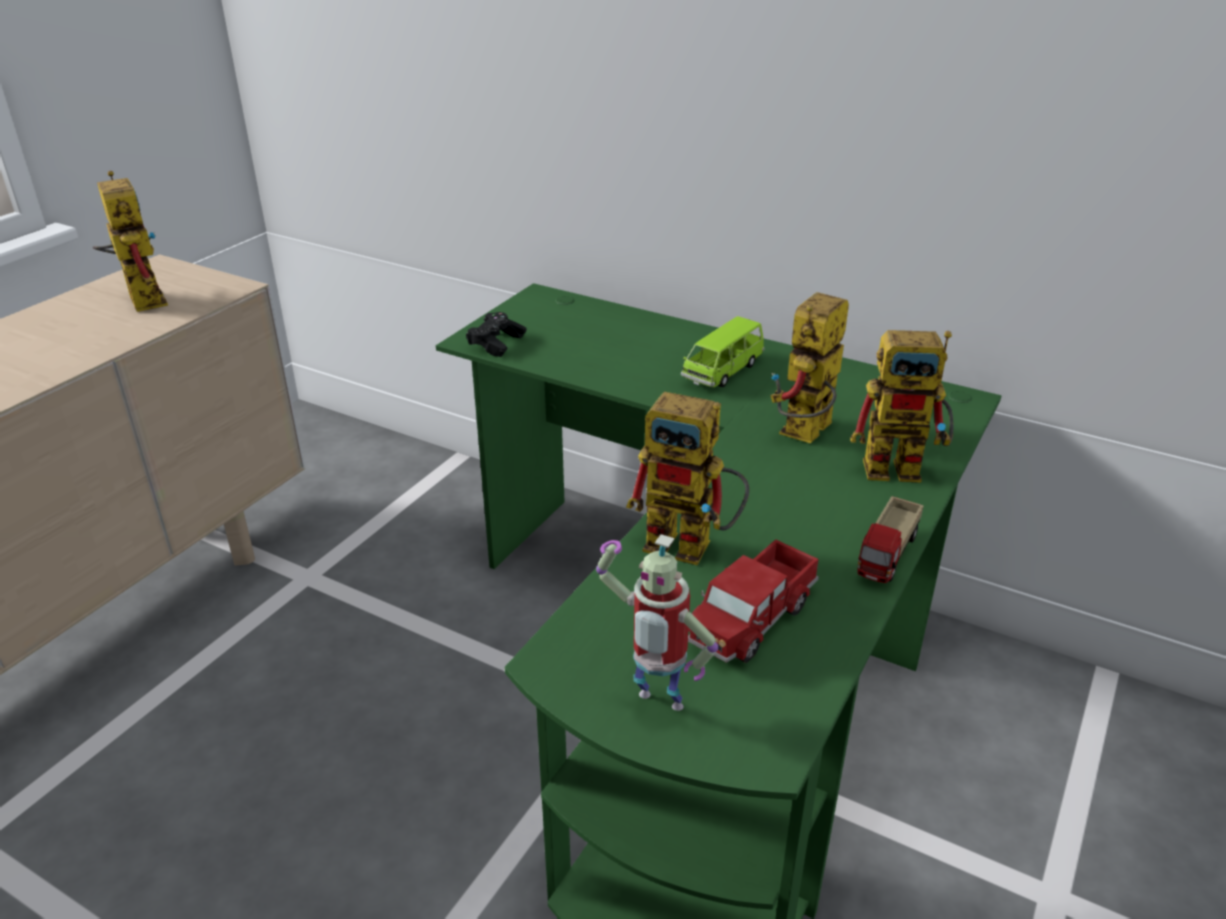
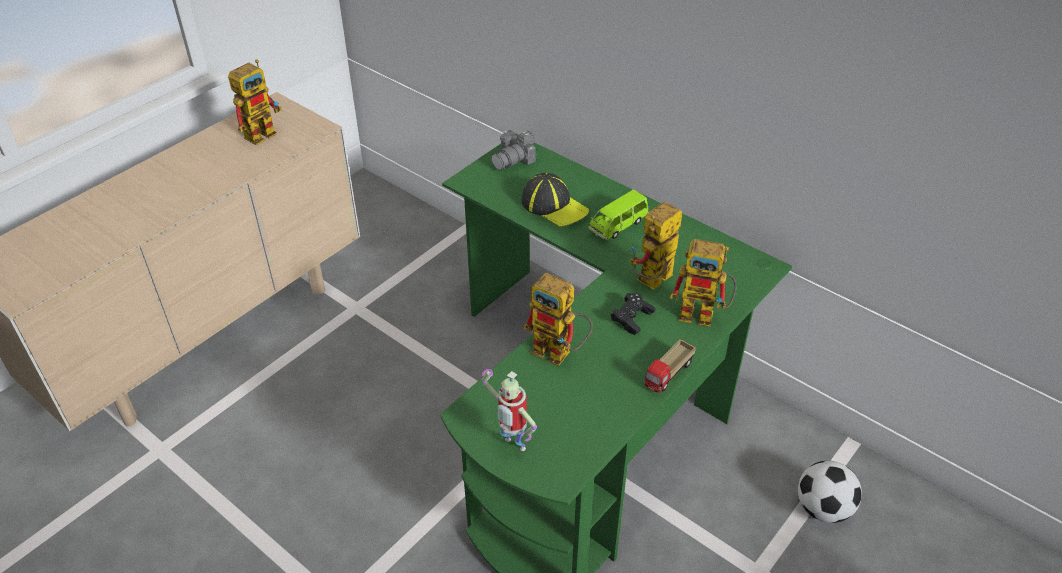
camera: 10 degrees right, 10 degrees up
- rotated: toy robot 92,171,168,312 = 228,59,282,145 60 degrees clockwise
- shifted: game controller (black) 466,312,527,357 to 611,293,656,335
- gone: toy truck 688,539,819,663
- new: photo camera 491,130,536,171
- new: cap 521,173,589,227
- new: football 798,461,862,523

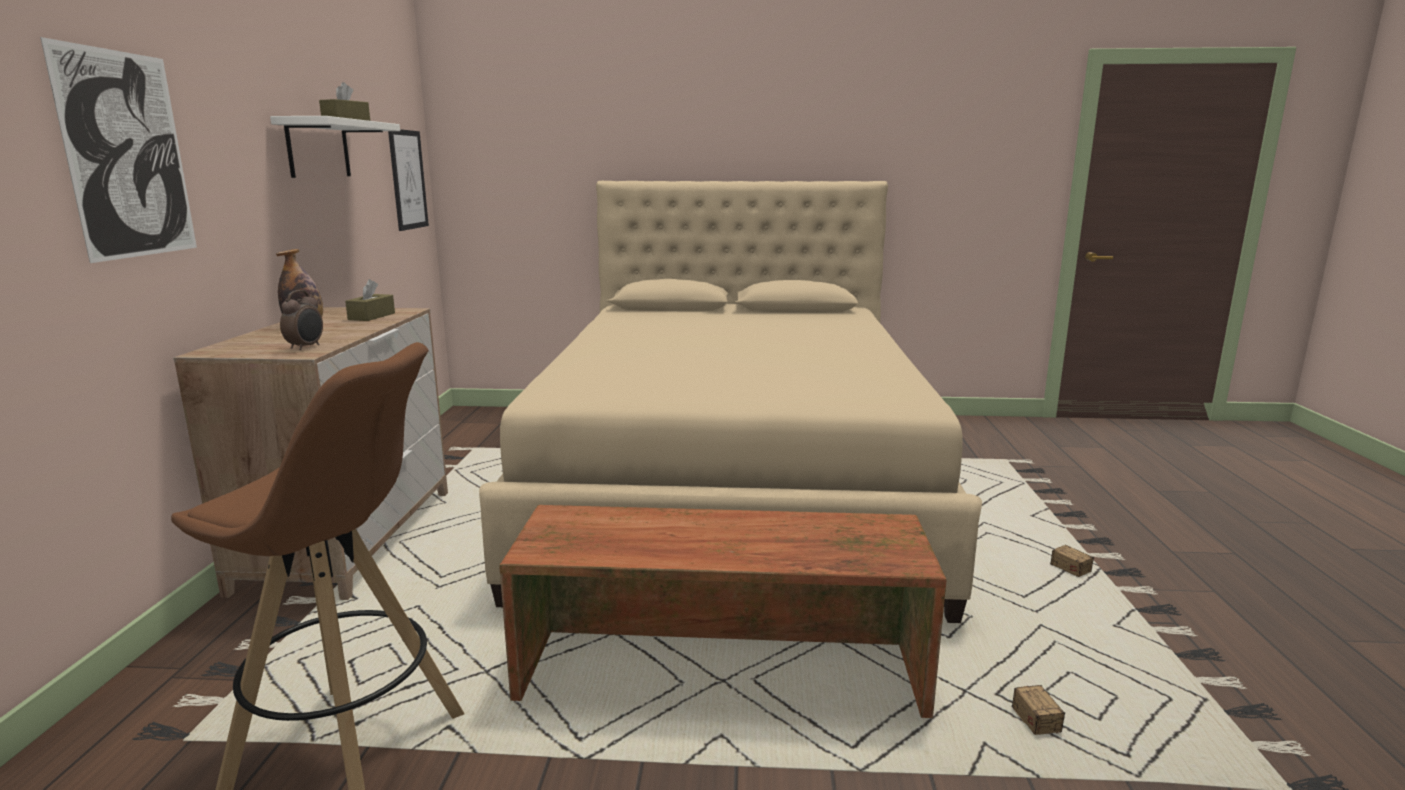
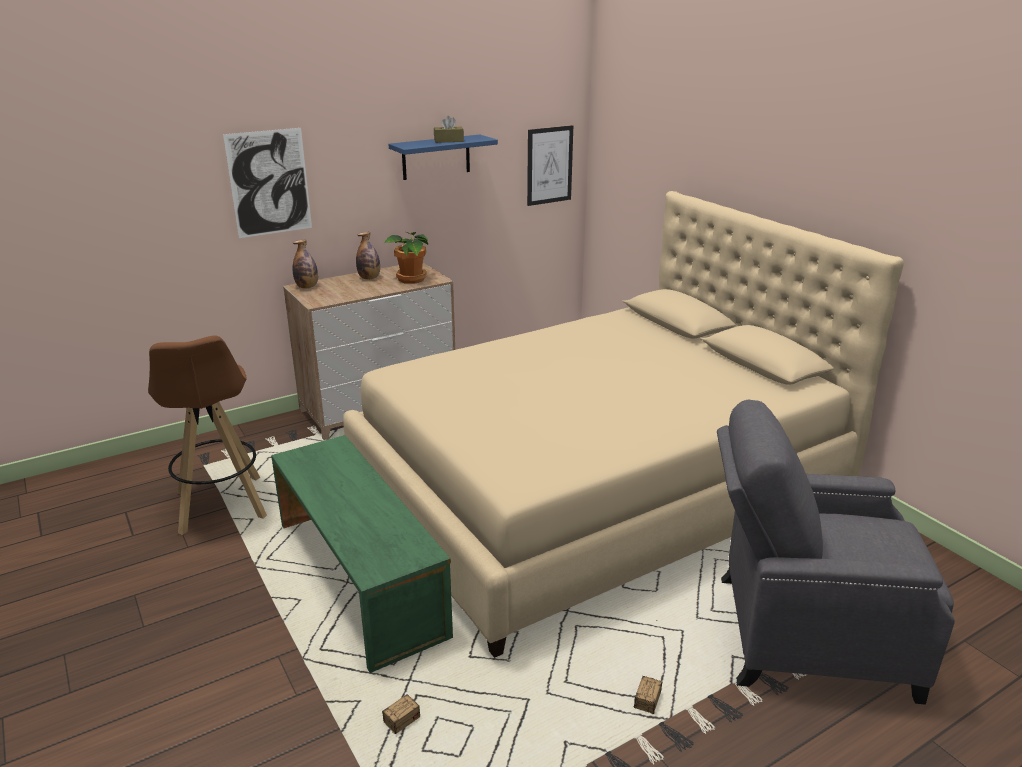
camera: 55 degrees right, 10 degrees up
- repainted: shelf (white) 270,116,400,178 to shelf (blue) 388,134,498,180
- gone: alarm clock 280,290,323,350
- swapped: tissue box (brown) 345,279,395,321 to potted plant 384,232,428,284
- repainted: bench (brown) 499,505,947,718 to bench (green) 271,435,453,673
- new: bottle 292,240,318,289
- new: armchair (grey) 717,400,955,705

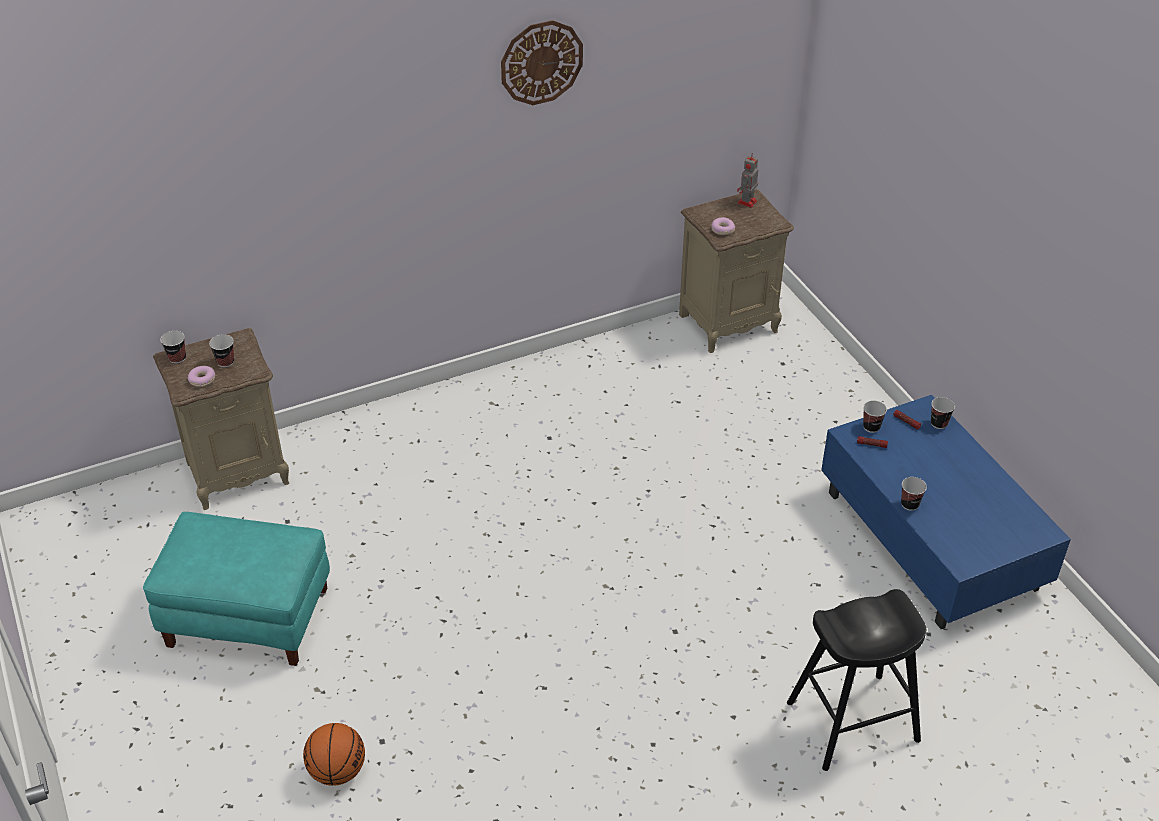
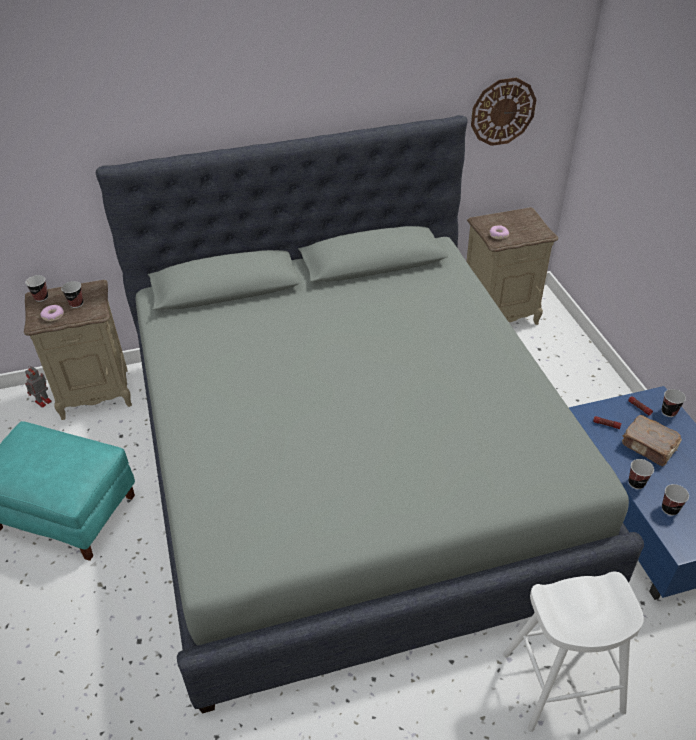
camera: 10 degrees right, 0 degrees up
- gone: basketball 303,723,365,786
- shifted: wall clock 501,20,583,105 to 471,78,537,146
- shifted: toy robot 737,153,758,208 to 25,367,52,408
- repainted: stool (black) 787,589,926,771 to stool (white) 503,572,644,732
- shifted: cup 863,401,887,433 to 662,484,689,516
- new: bed (grey) 96,115,644,713
- new: book (brown) 622,415,682,467

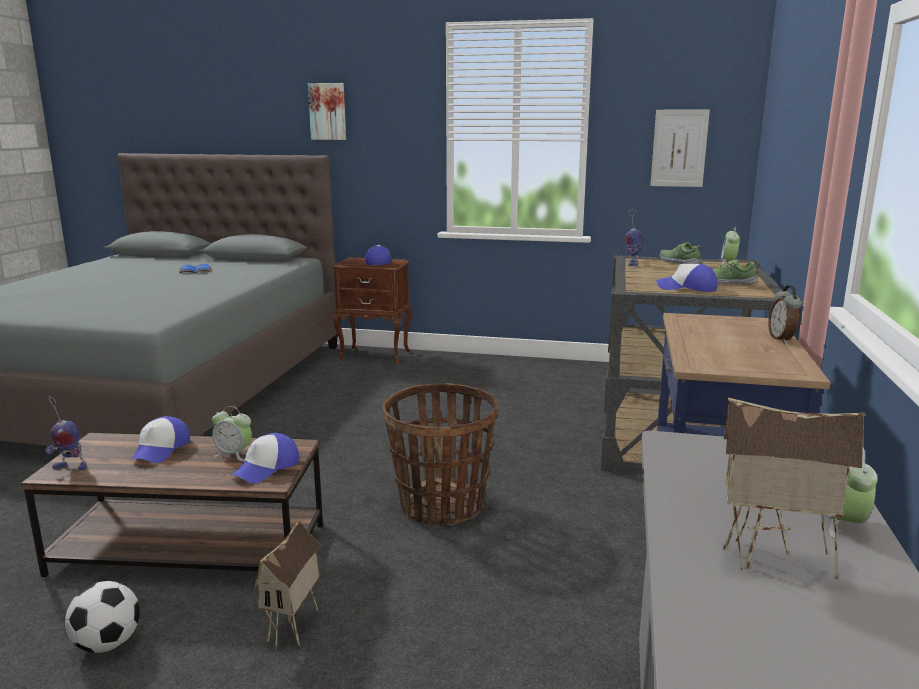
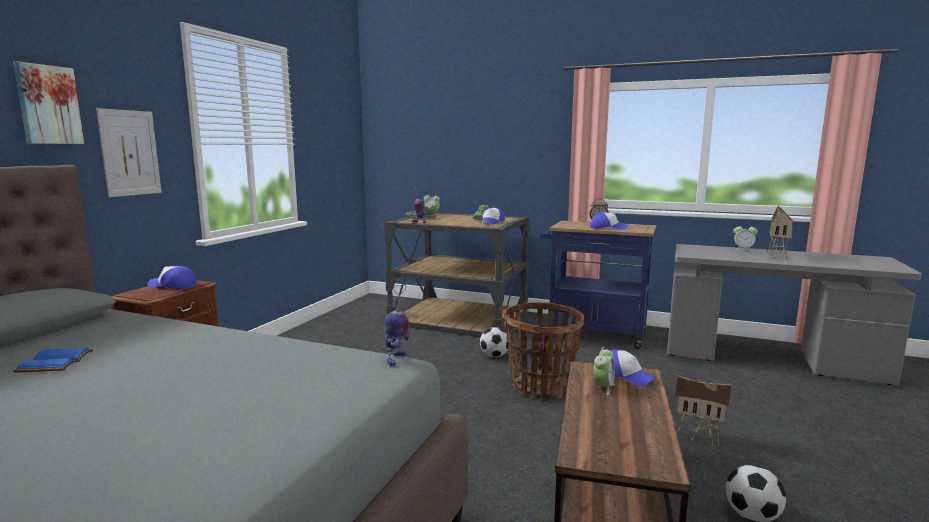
camera: 80 degrees left, 5 degrees down
- shifted: toy robot 45,396,87,471 to 384,284,410,366
- shifted: cap 130,416,190,463 to 591,212,628,230
- shifted: picture 650,110,710,187 to 96,108,162,197
- new: football 480,327,509,357

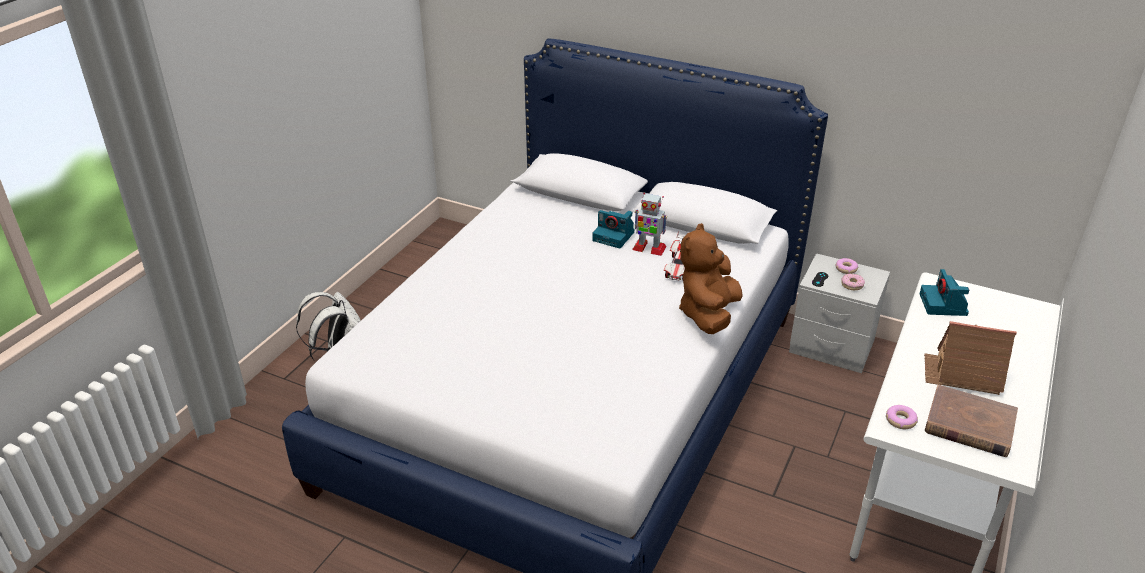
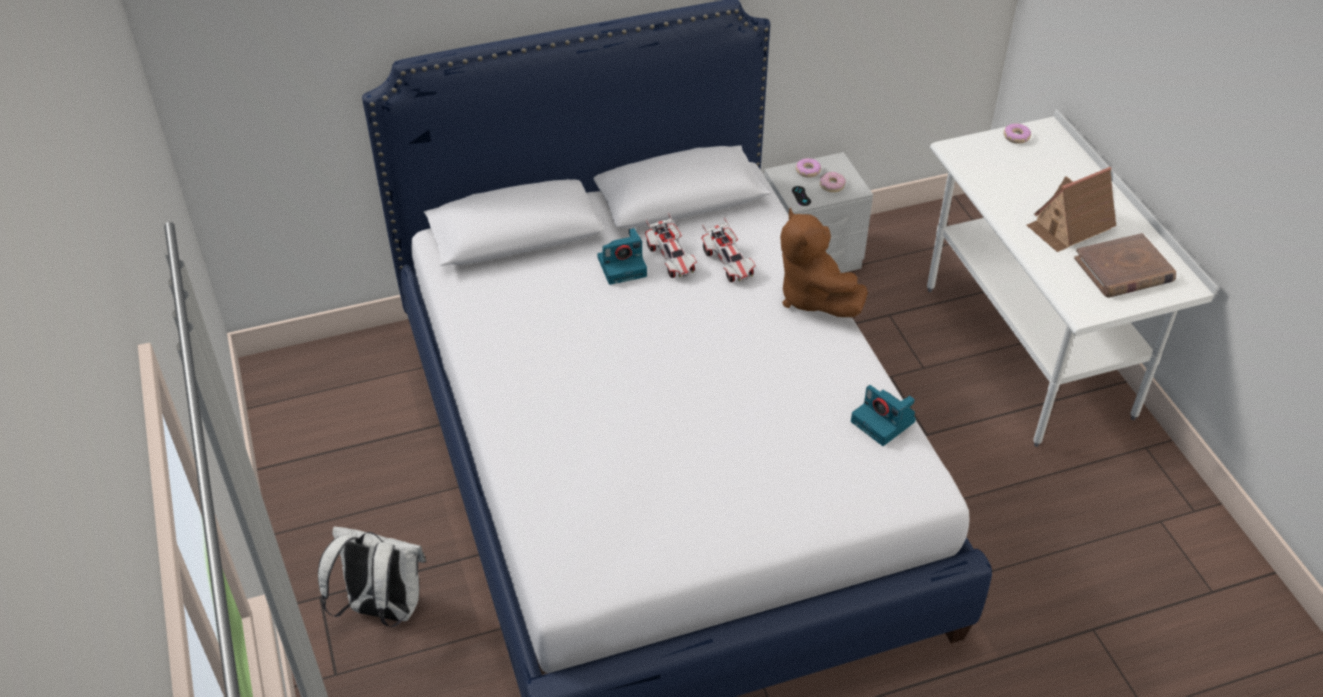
camera: 45 degrees left, 10 degrees up
- swapped: toy robot 632,193,667,256 to toy car 645,213,697,278
- shifted: donut 886,405,918,429 to 1004,123,1031,144
- shifted: photo camera 920,269,969,316 to 851,385,916,446

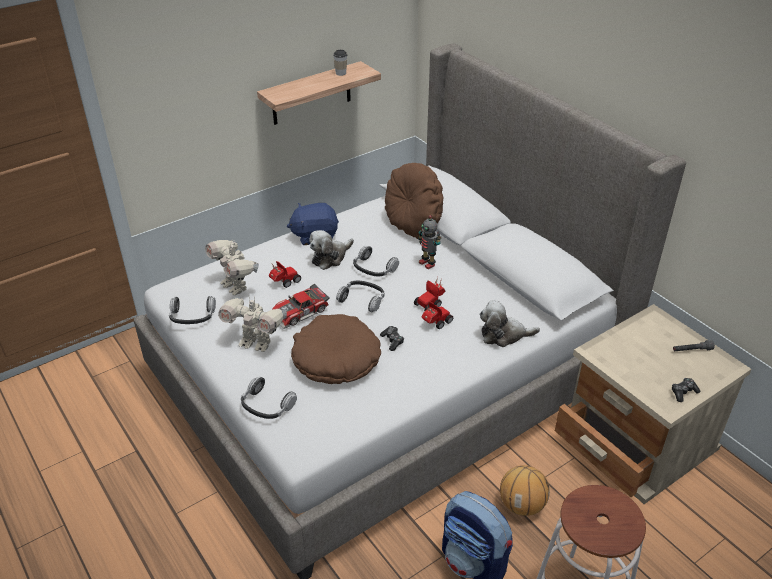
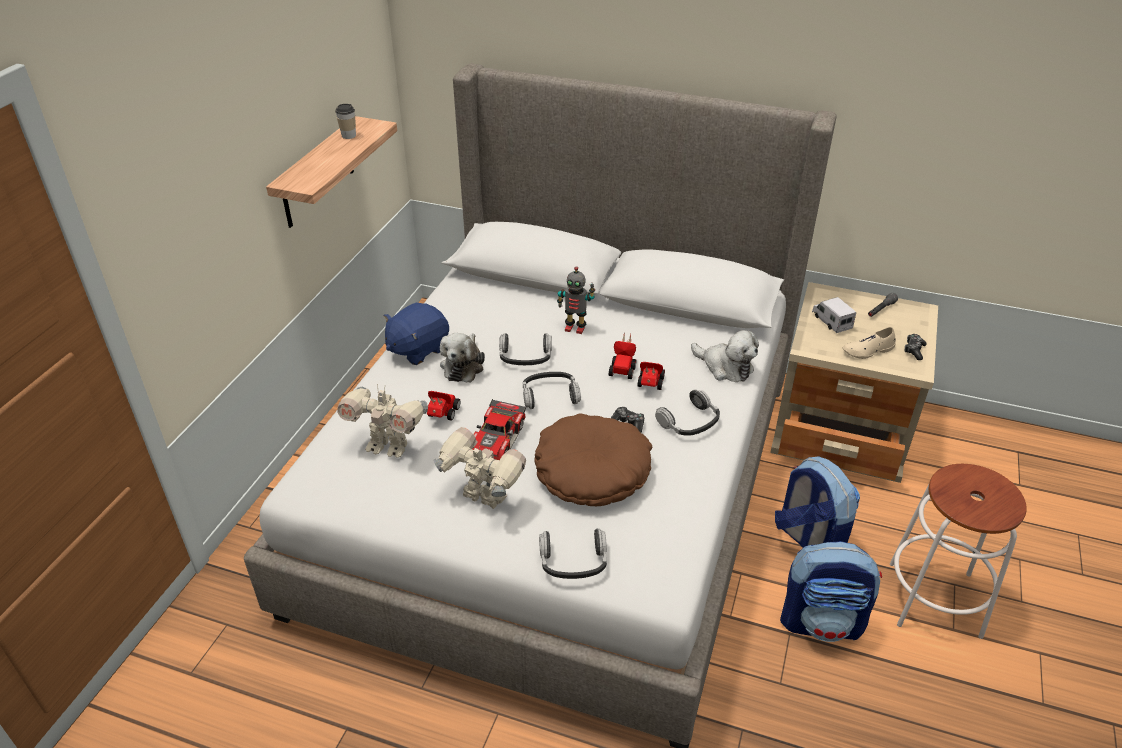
camera: 35 degrees left, 0 degrees up
- shifted: headphones 169,296,216,324 to 655,389,720,436
- rotated: toy robot 218,297,287,352 = 433,427,526,509 135 degrees counterclockwise
- gone: pillow (brown) 385,163,443,239
- rotated: plush toy 480,300,540,347 = 691,330,759,382 105 degrees counterclockwise
- swapped: basketball 500,465,550,516 to backpack 775,456,860,548
- new: toy truck 812,297,856,333
- new: shoe (beige) 842,327,896,359

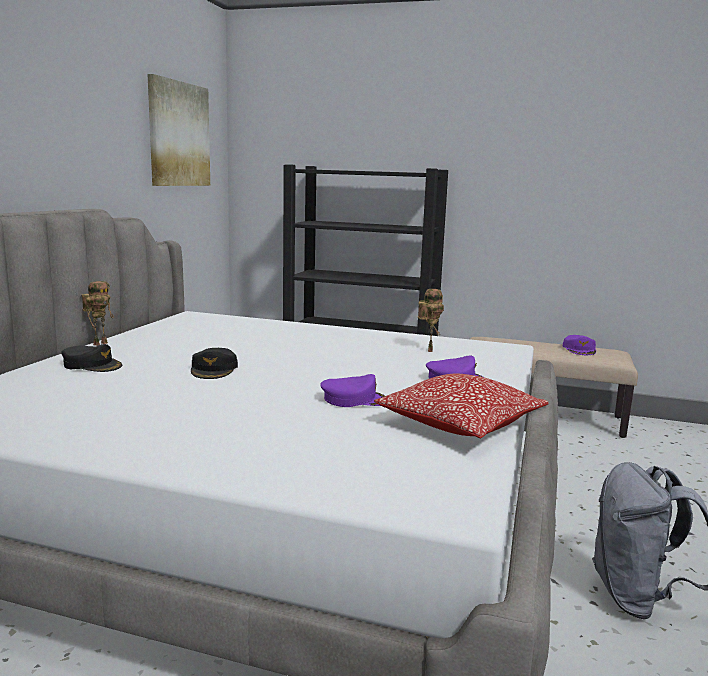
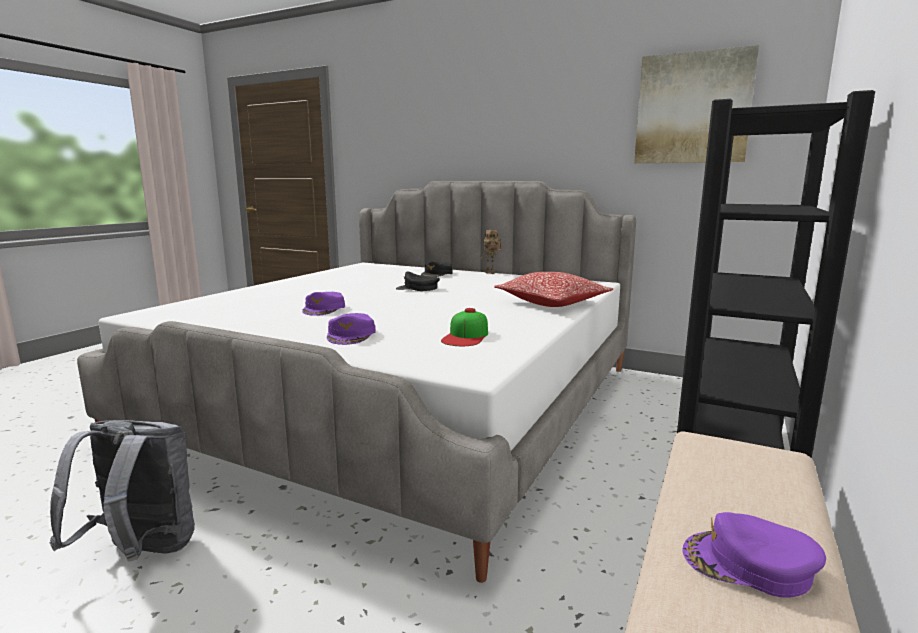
camera: 100 degrees right, 0 degrees up
- shifted: pillow 374,374,549,438 to 494,272,613,307
- swapped: toy robot 418,289,444,352 to cap 441,308,488,346

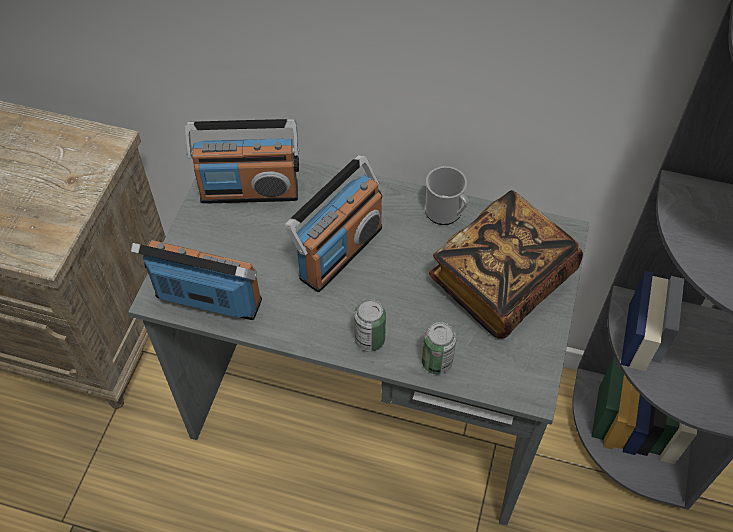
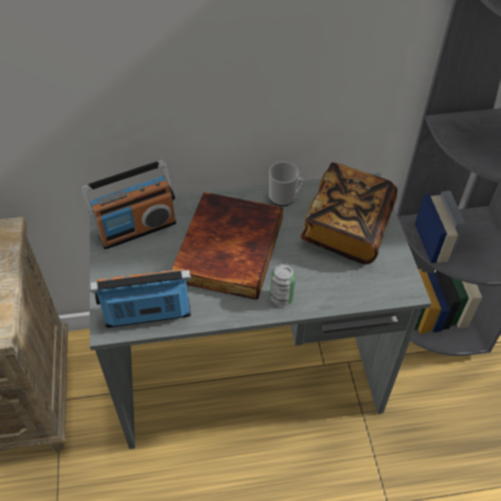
camera: 25 degrees left, 5 degrees down
- swapped: radio 285,155,382,292 to book 171,192,283,300
- gone: can 422,322,456,374

